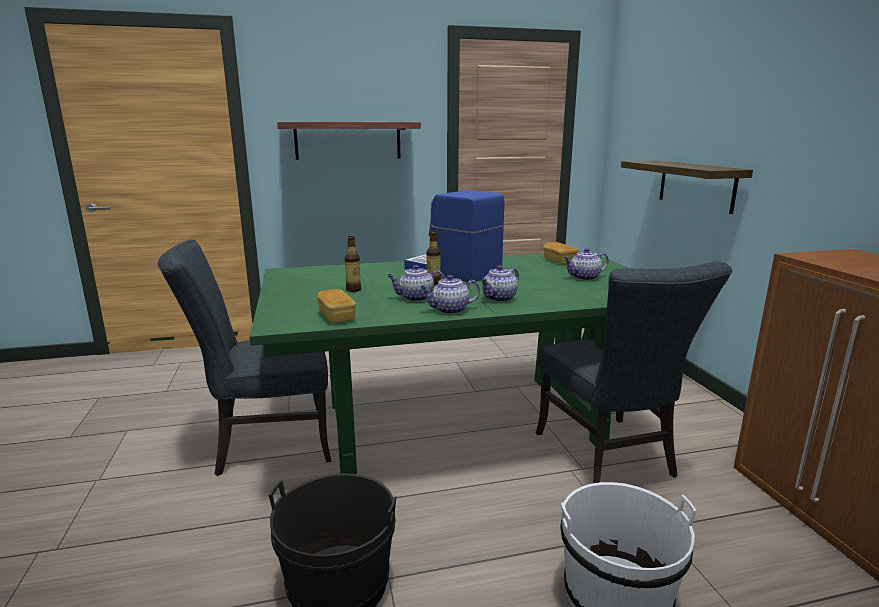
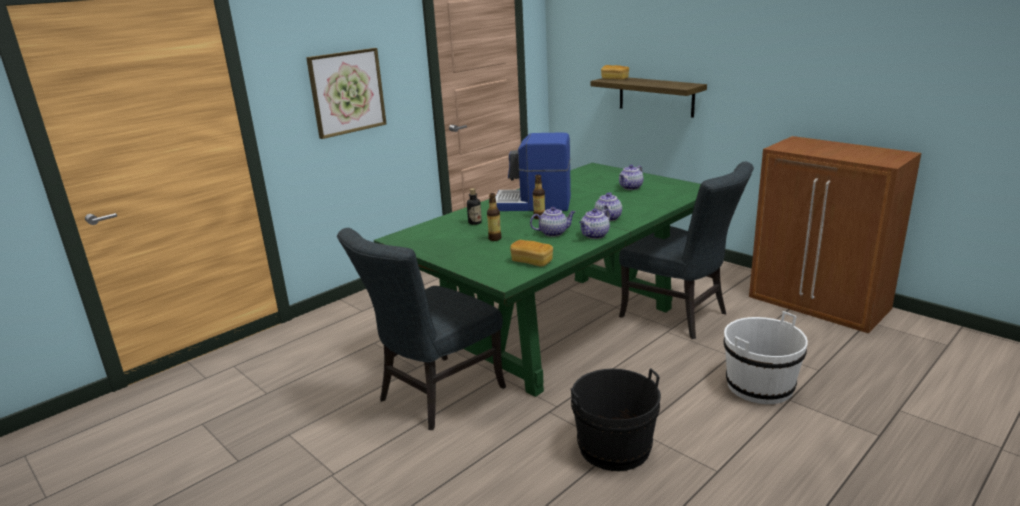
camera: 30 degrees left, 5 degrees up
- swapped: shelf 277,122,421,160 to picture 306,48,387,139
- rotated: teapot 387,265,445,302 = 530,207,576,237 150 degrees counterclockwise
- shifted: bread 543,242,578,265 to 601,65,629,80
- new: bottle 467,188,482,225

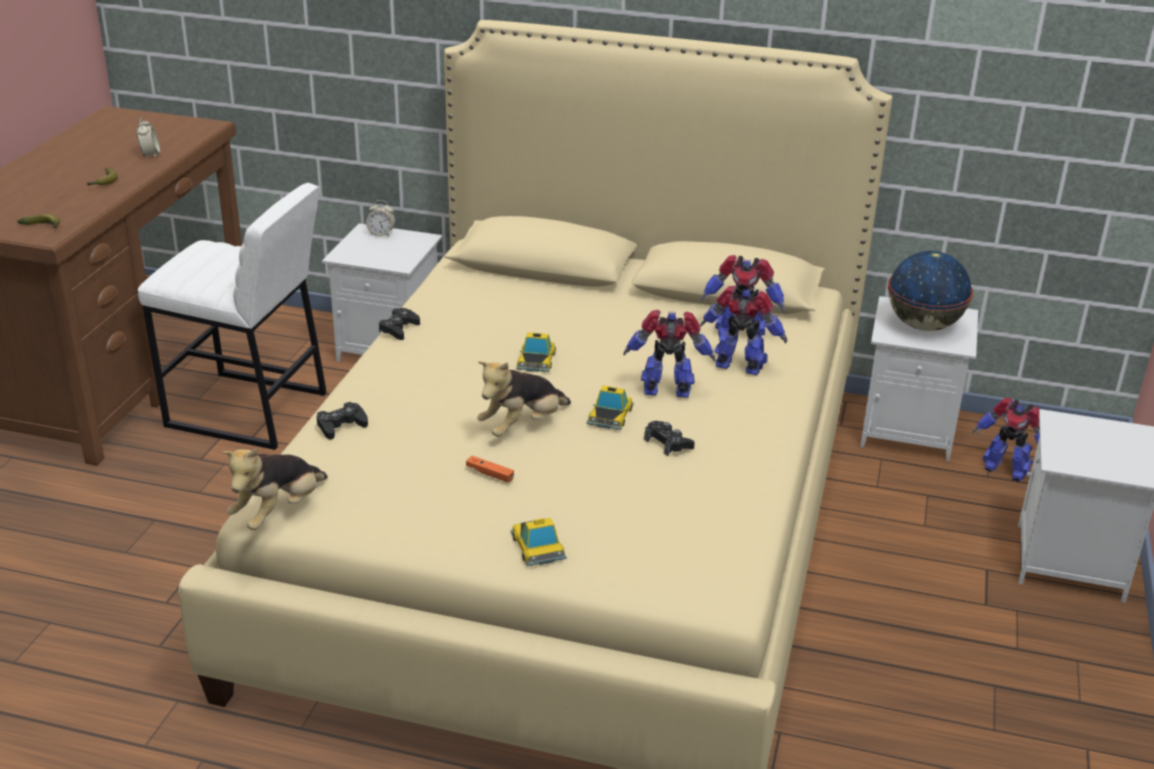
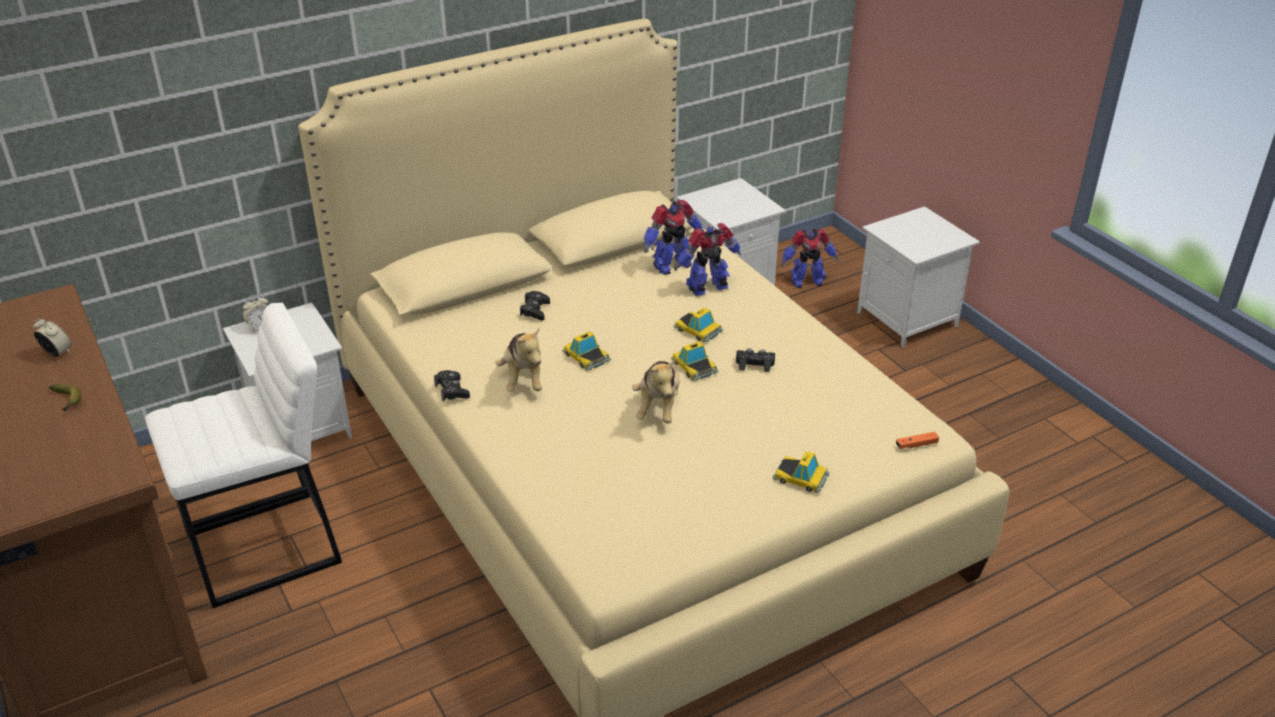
camera: 45 degrees left, 5 degrees up
- gone: banana 17,214,60,228
- shifted: plush toy 222,448,328,530 to 496,328,542,392
- shifted: game controller (black) 317,402,368,440 to 520,291,550,321
- shifted: game controller (orange) 466,456,514,482 to 896,432,939,449
- swapped: toy robot 623,310,715,398 to toy car 673,307,723,343
- gone: globe 887,251,973,331

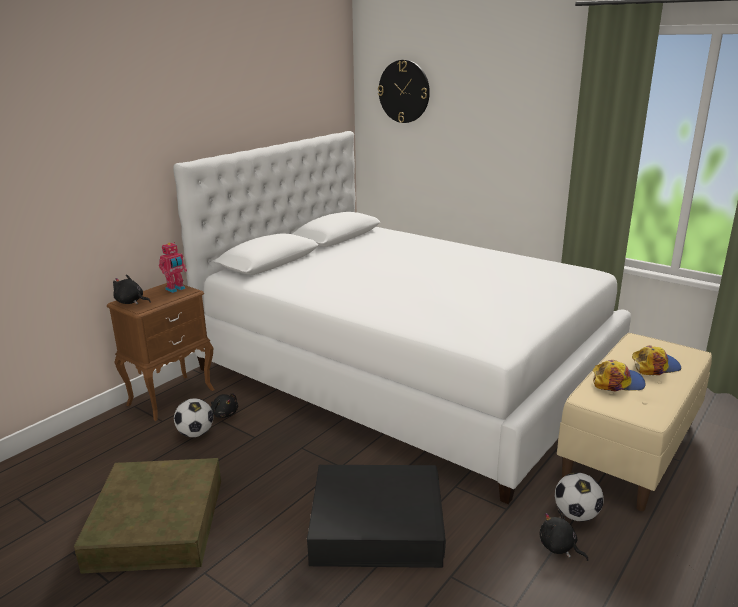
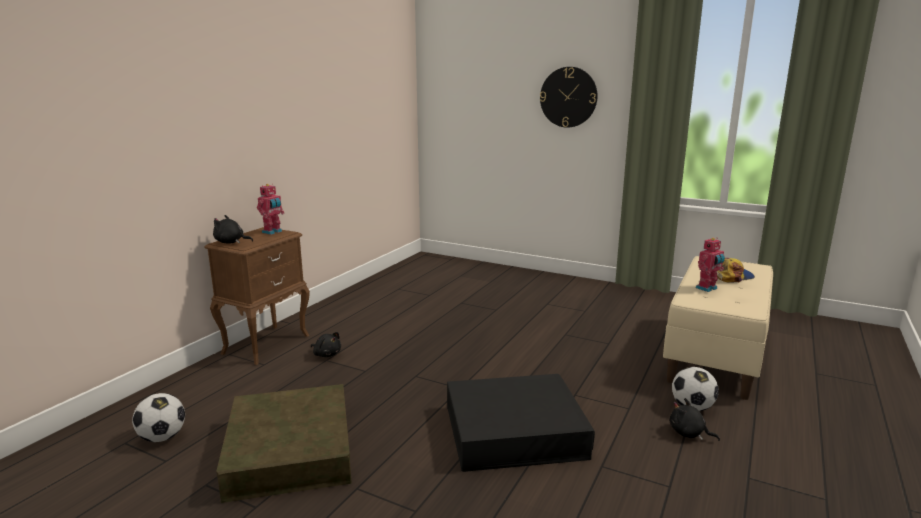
camera: 10 degrees left, 5 degrees down
- gone: bed (white) 173,131,631,504
- shifted: football 174,398,214,437 to 132,393,185,442
- shifted: wall clock 378,60,430,123 to 540,67,598,128
- swapped: cap 593,360,646,391 to toy robot 696,238,725,292

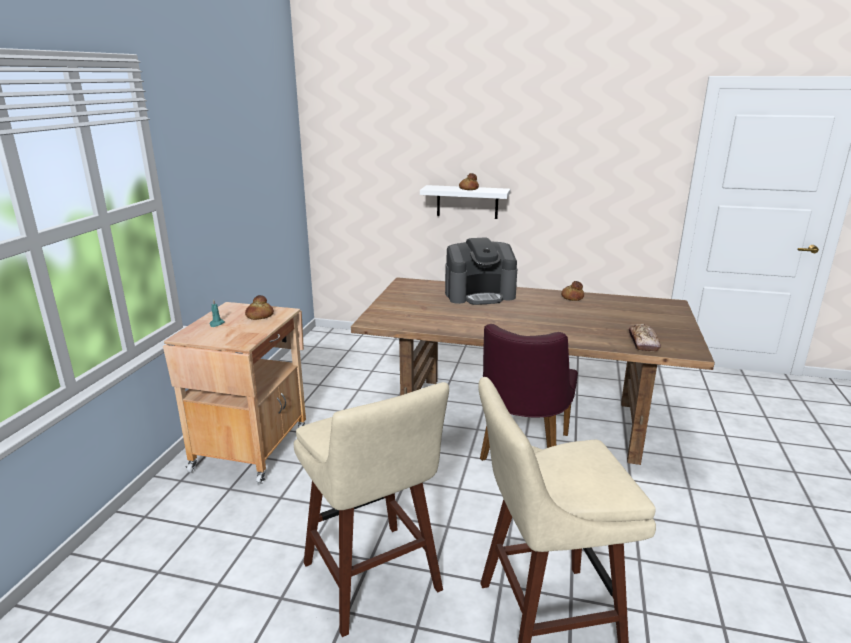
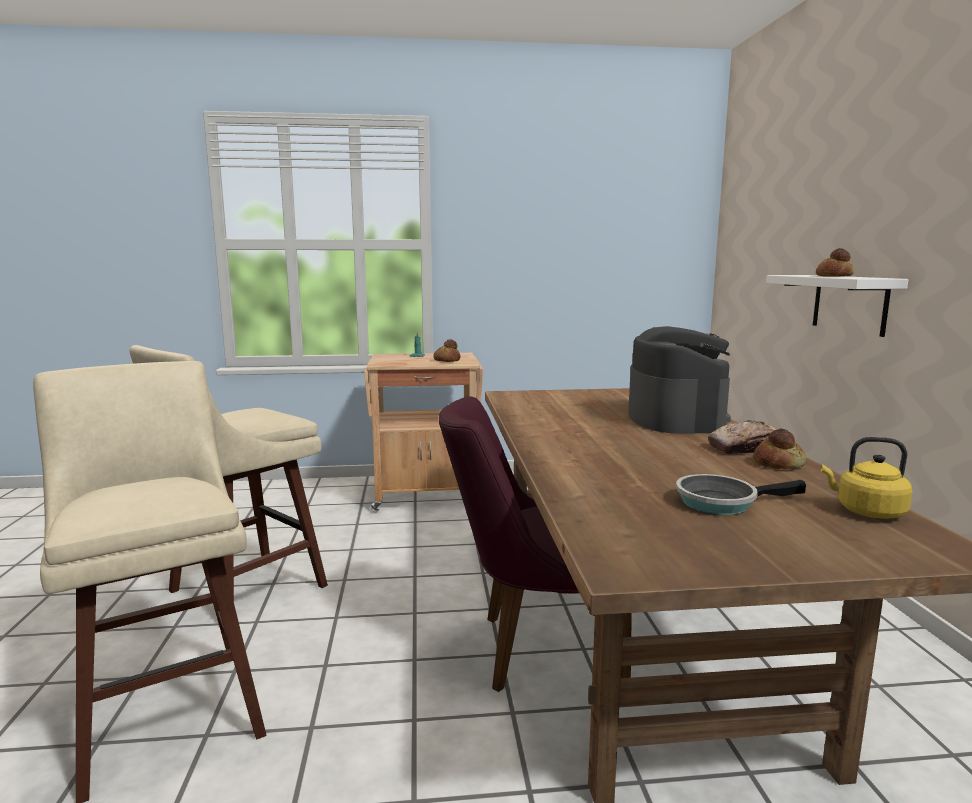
camera: 70 degrees right, 10 degrees down
- rotated: coffee machine 445,237,517,305 = 628,326,731,434 150 degrees counterclockwise
- shifted: bread 629,324,661,352 to 708,420,777,454
- new: frying pan 676,474,806,515
- new: kettle (yellow) 821,437,912,519

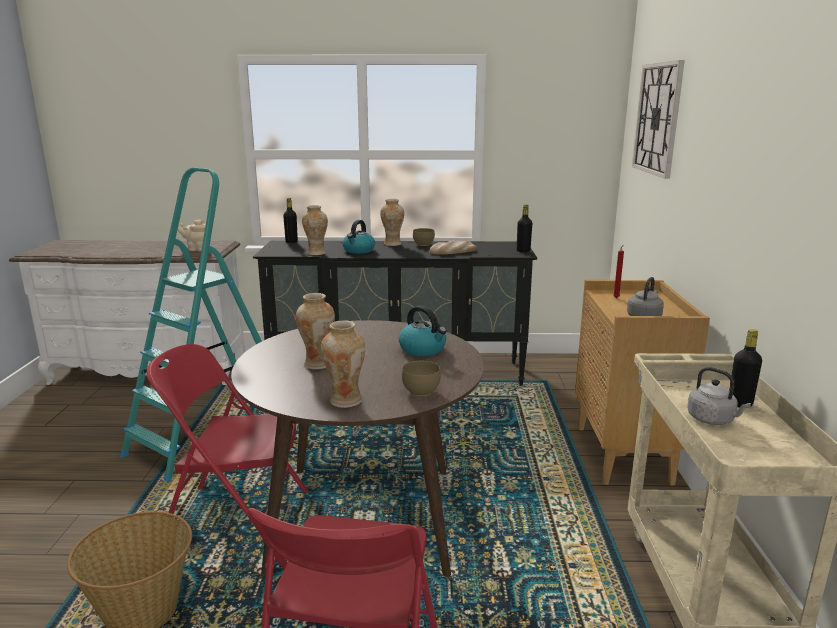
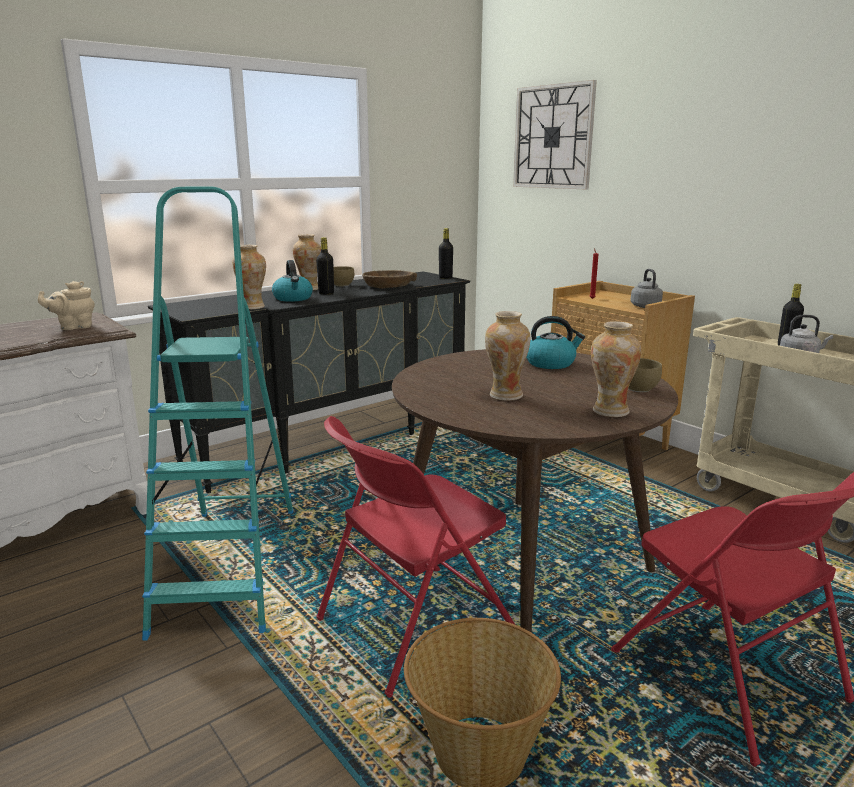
camera: 40 degrees left, 0 degrees up
- shifted: bottle (black) 283,198,298,243 to 316,237,334,295
- swapped: bread 429,240,476,255 to bowl (brown) 362,270,417,289

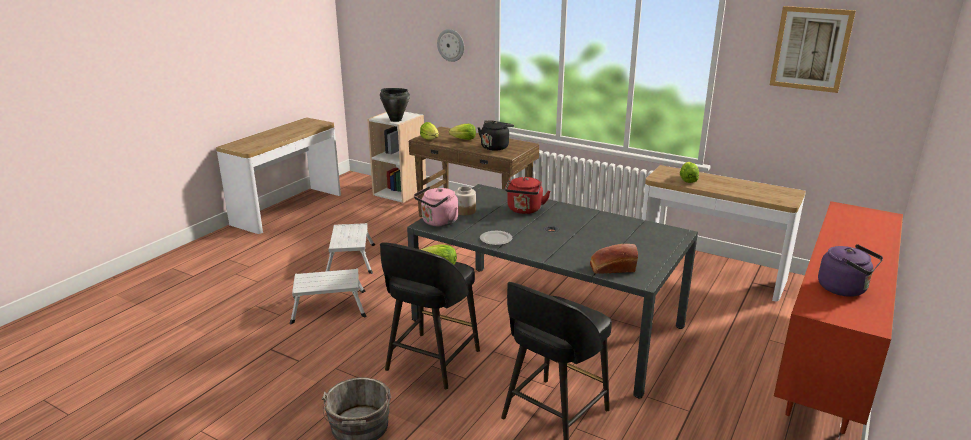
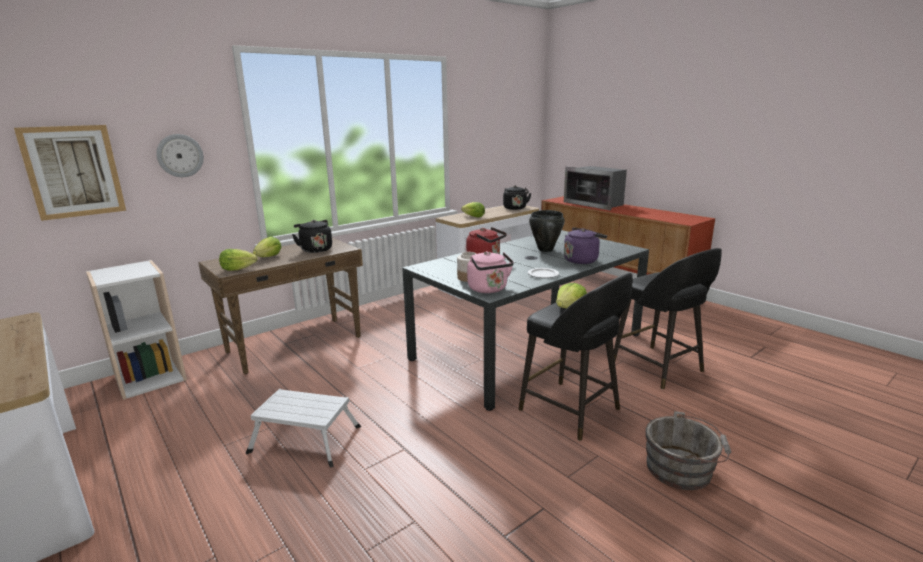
camera: 70 degrees left, 5 degrees down
- gone: step ladder (white) 289,268,367,324
- shifted: cooking pot (black) 380,88,410,122 to 529,210,565,252
- gone: bread 590,244,638,274
- shifted: picture 770,6,856,93 to 14,125,126,221
- shifted: kettle (purple) 818,244,883,297 to 564,227,607,264
- new: kettle (black) 503,186,532,210
- new: microwave 564,166,627,210

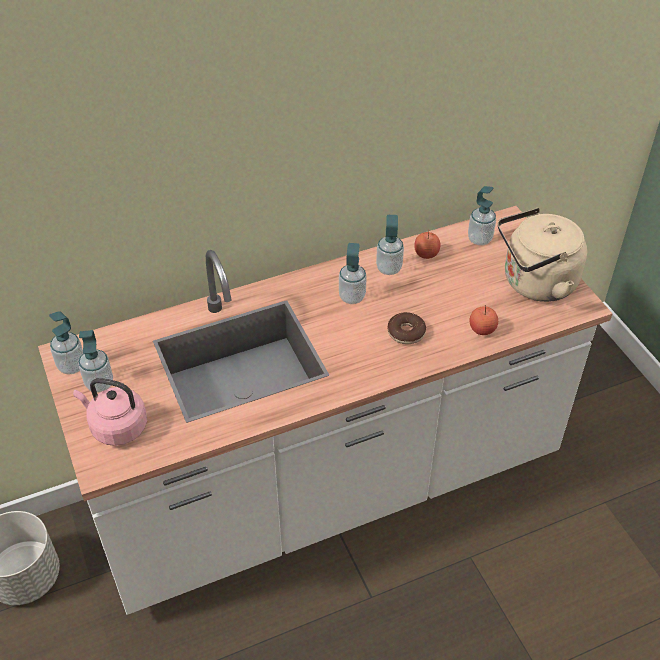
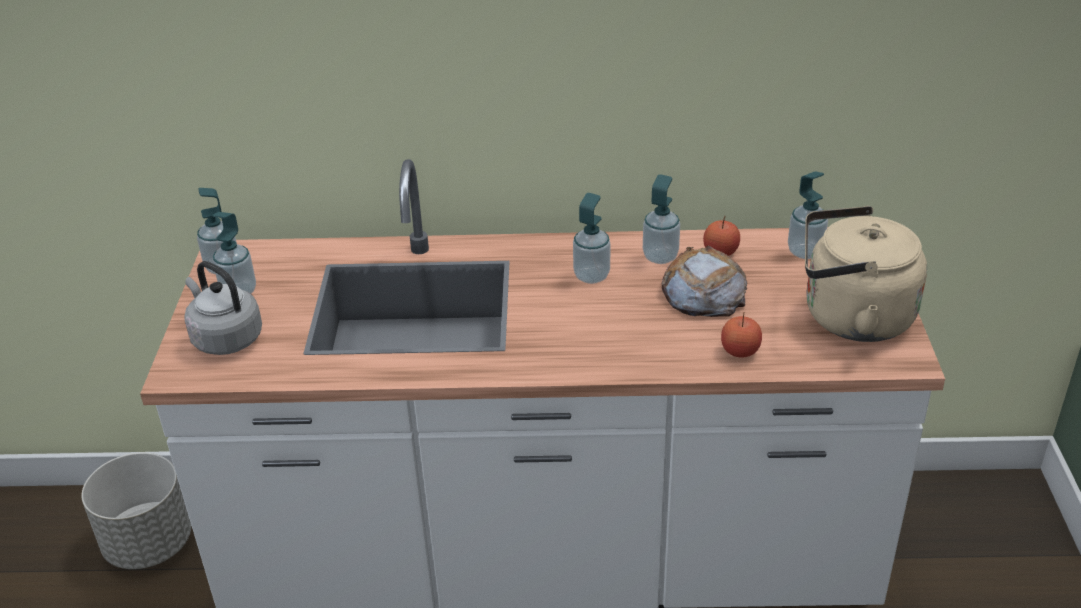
camera: 25 degrees right, 10 degrees down
- repainted: kettle (pink) 73,378,147,446 to kettle (grey) 184,261,262,355
- gone: donut 388,312,426,344
- new: bread 662,246,747,317

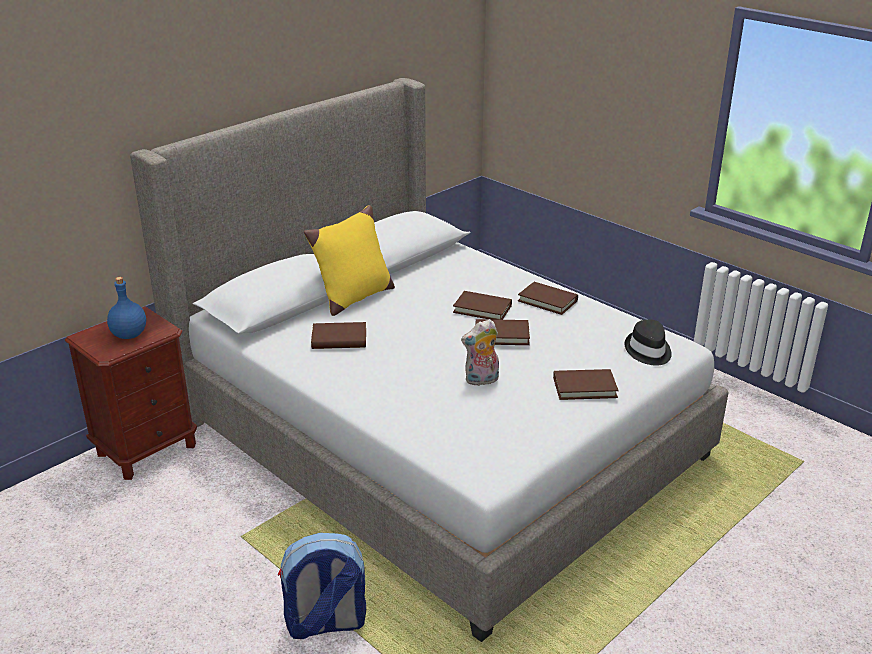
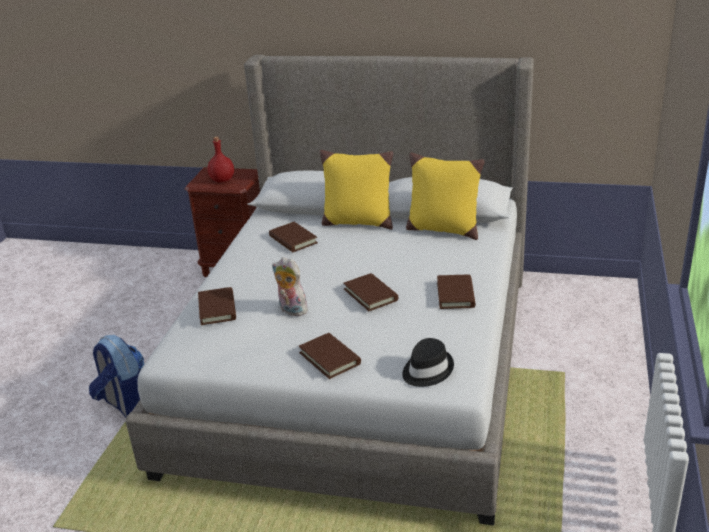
camera: 60 degrees right, 0 degrees up
- repainted: bottle (blue) 107,277,146,339 to bottle (red) 208,137,234,183
- shifted: book (brown) 453,291,512,320 to 198,287,236,325
- new: pillow (yellow) 406,153,485,240

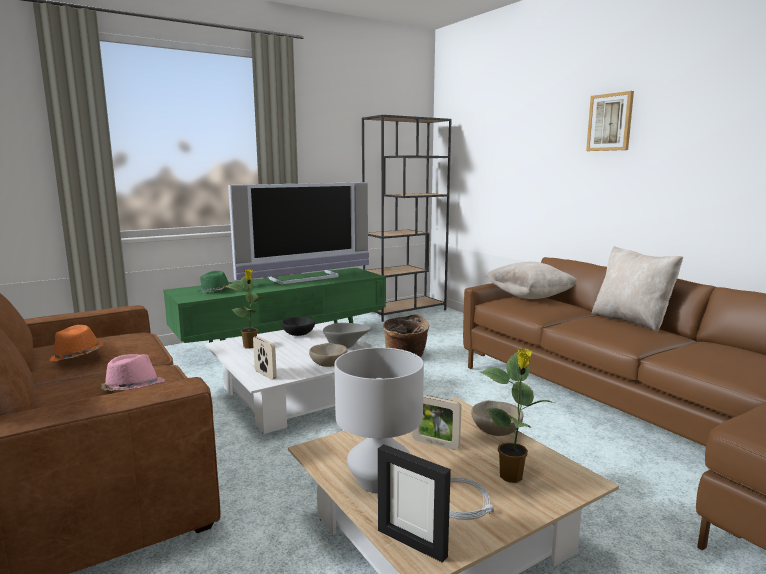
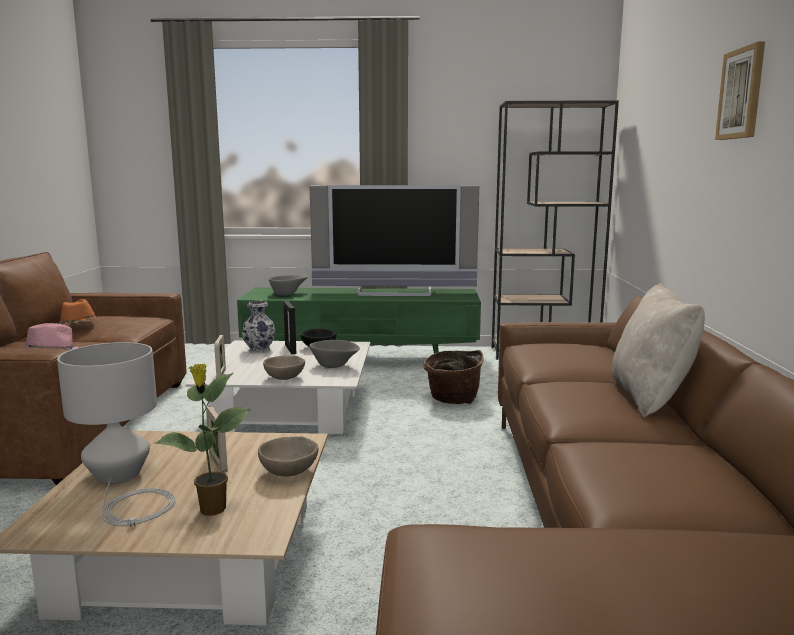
camera: 35 degrees right, 0 degrees up
- swapped: hat (green) 197,271,232,293 to bowl (grey) 269,275,308,296
- swapped: potted plant 226,269,264,349 to vase 242,301,275,353
- shifted: picture frame 378,444,451,563 to 283,301,296,354
- gone: pillow (beige) 485,262,577,299

